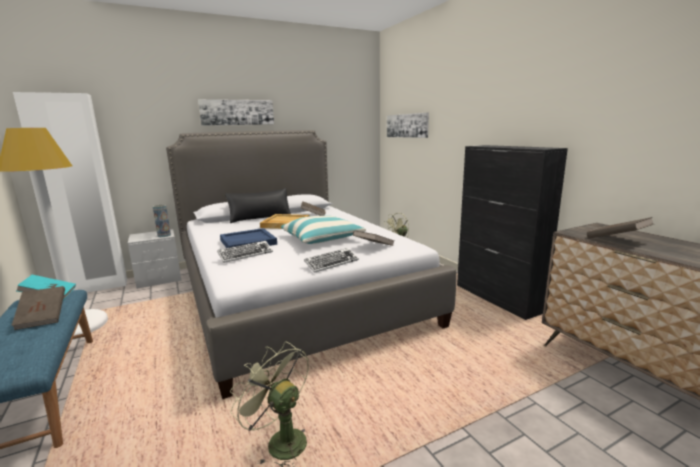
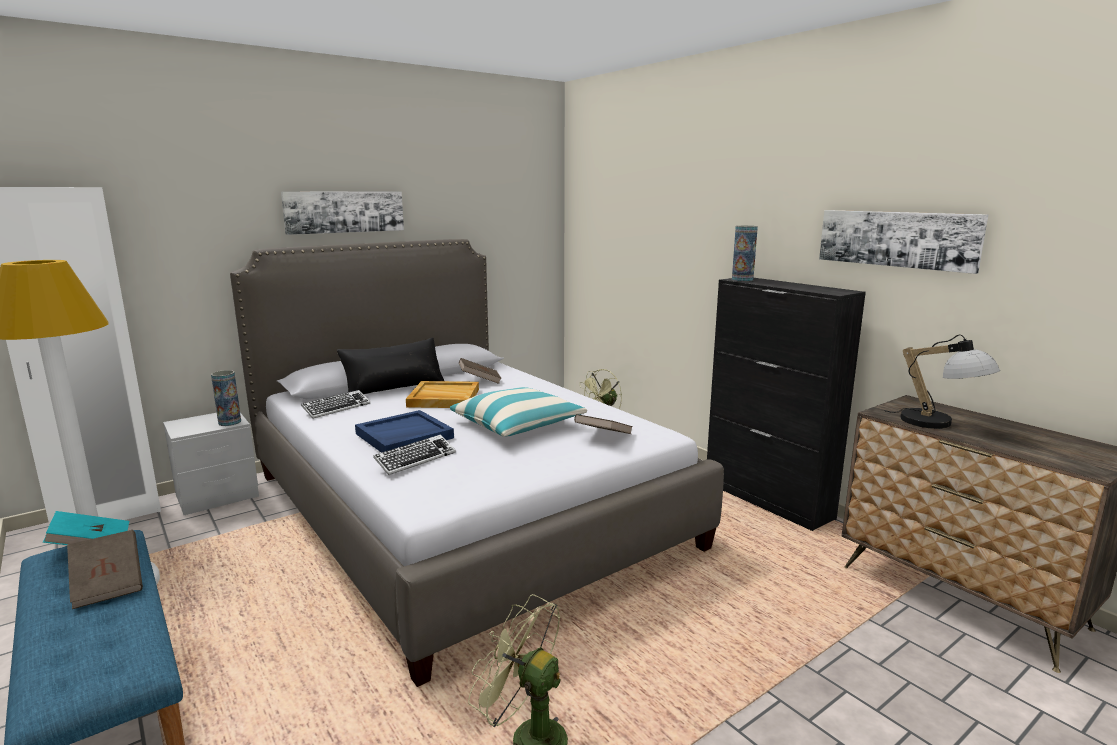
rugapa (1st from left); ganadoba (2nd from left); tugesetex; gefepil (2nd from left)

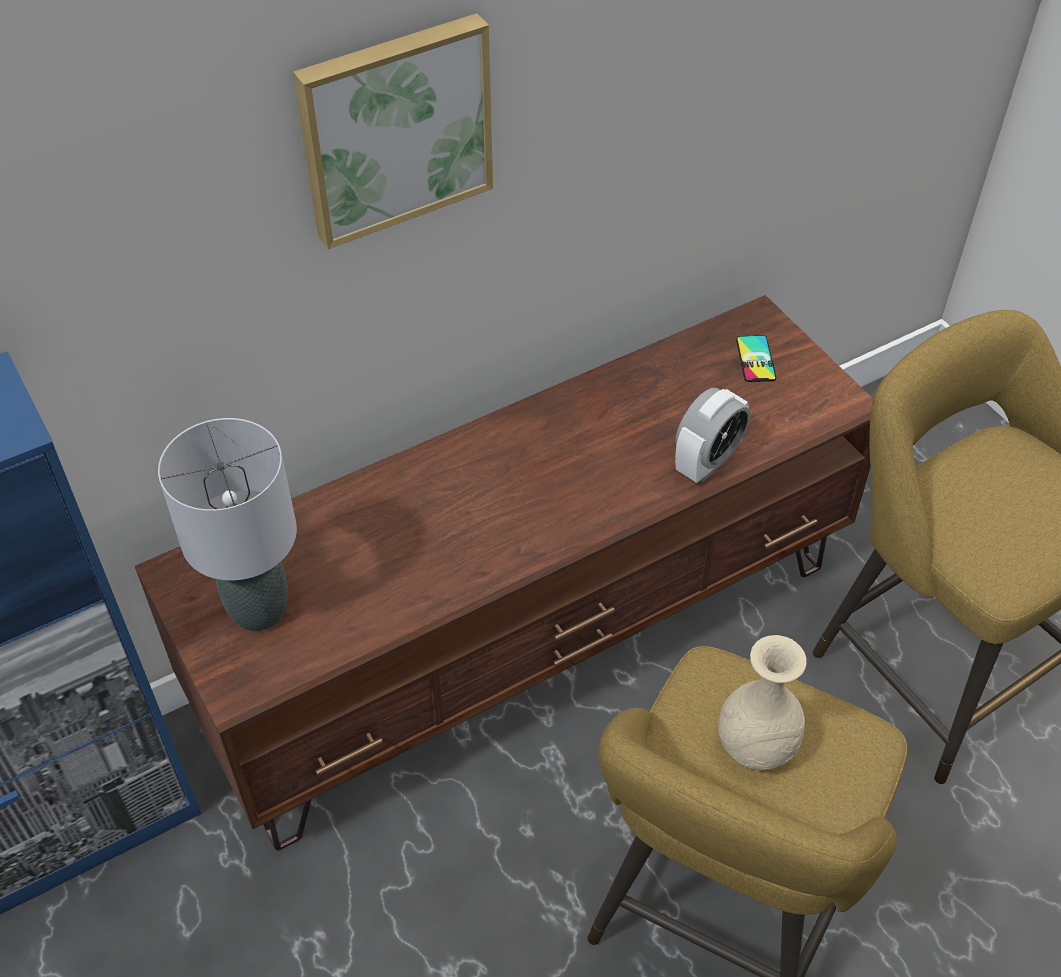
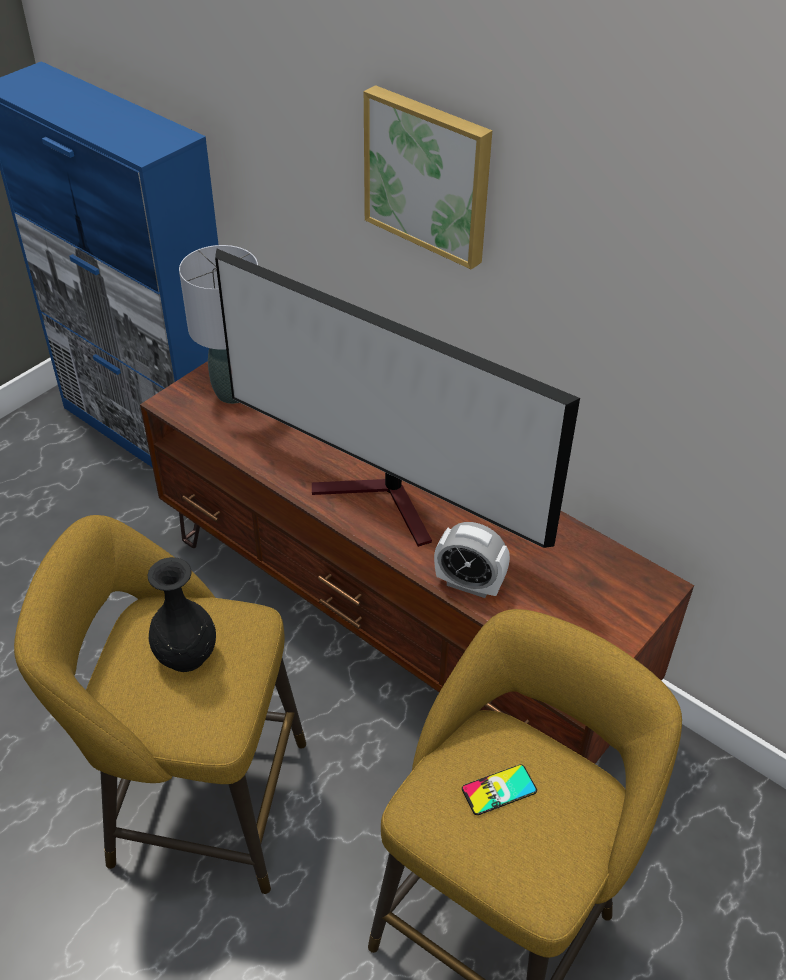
black_gefepil; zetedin; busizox

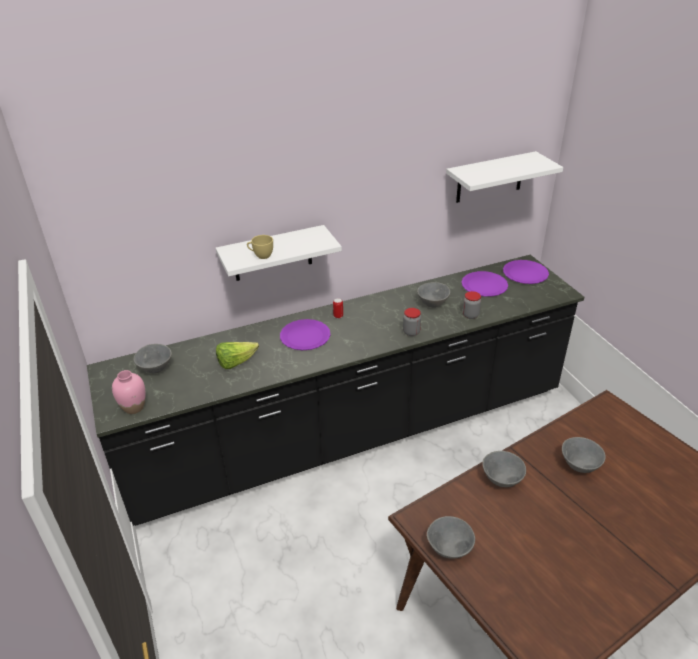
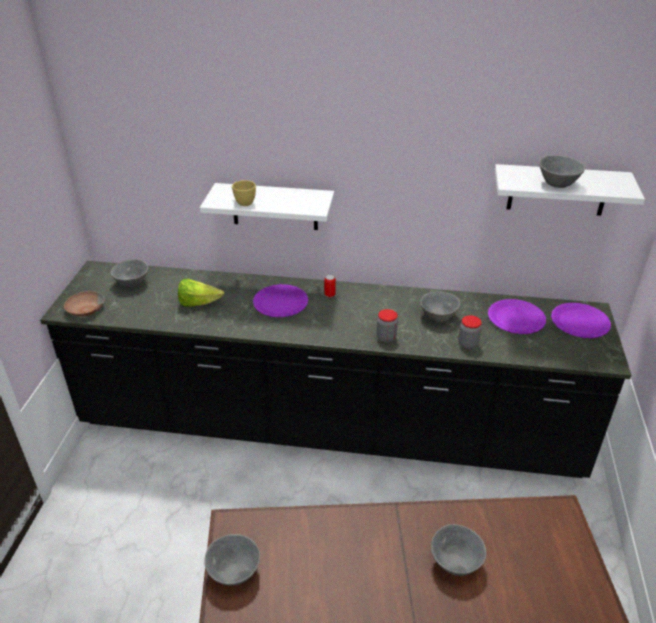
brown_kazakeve; grey_kazakeve (5th from left)

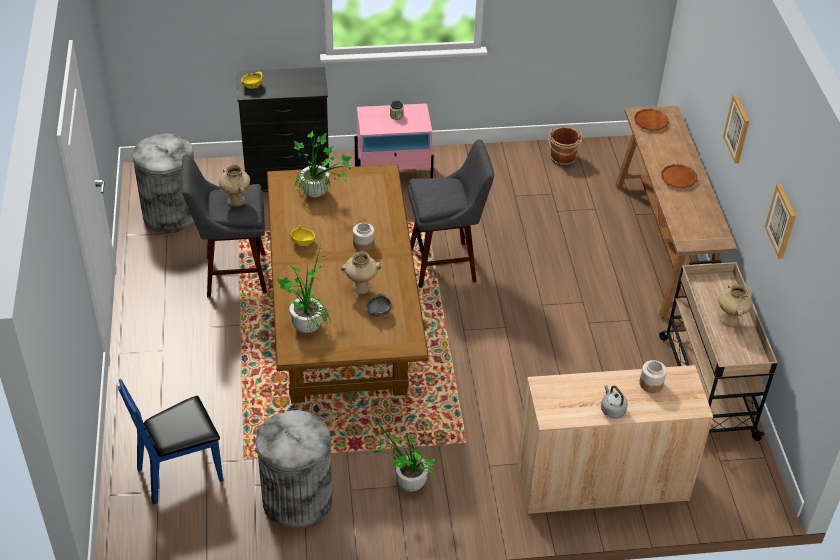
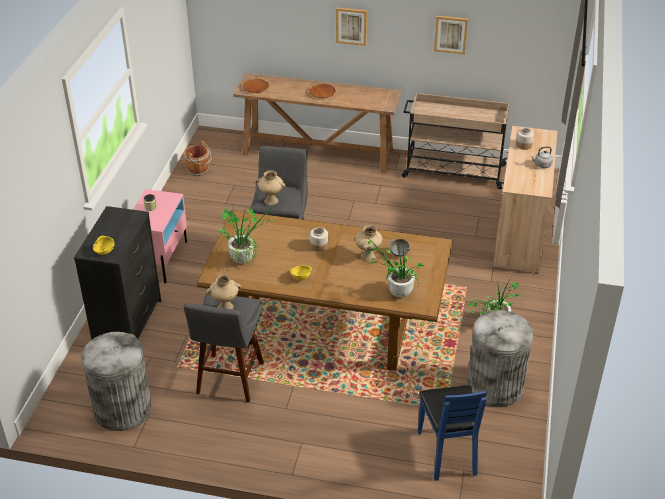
beige_gefepil (2nd from left)

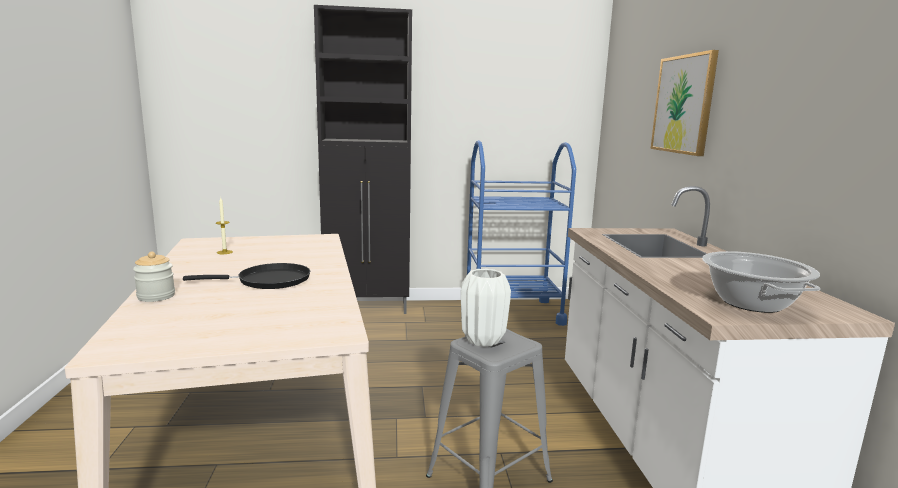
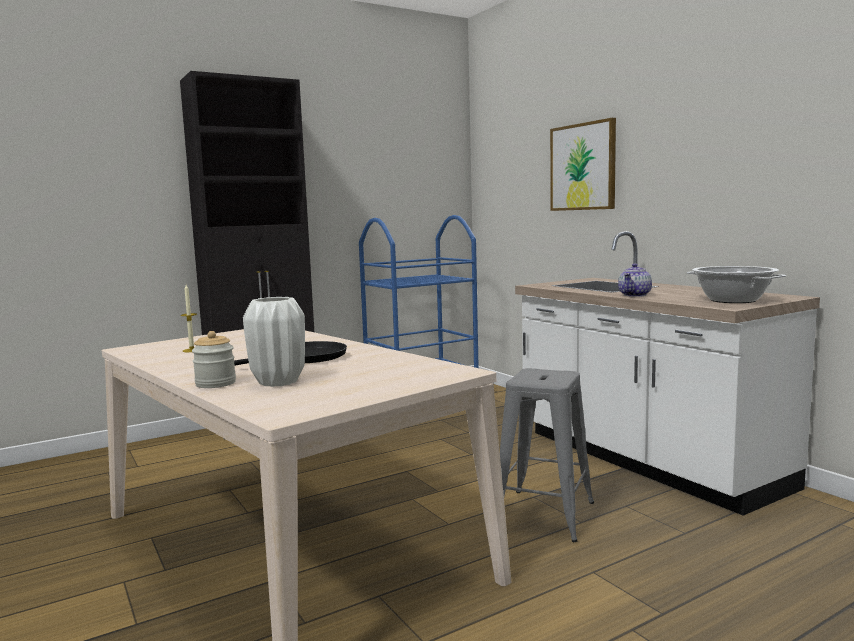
white_gefepil; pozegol

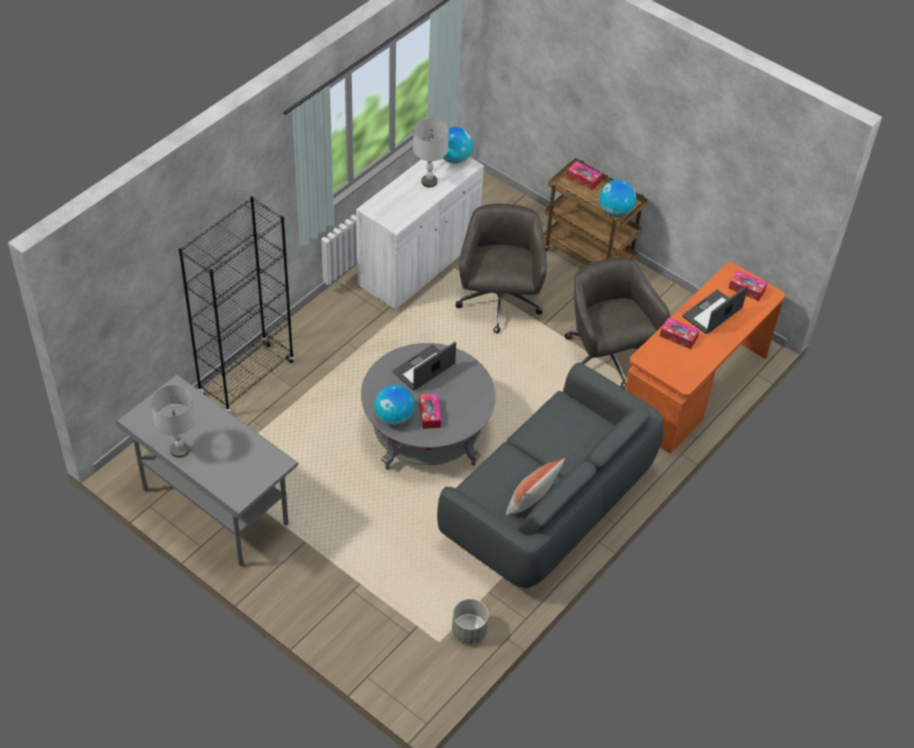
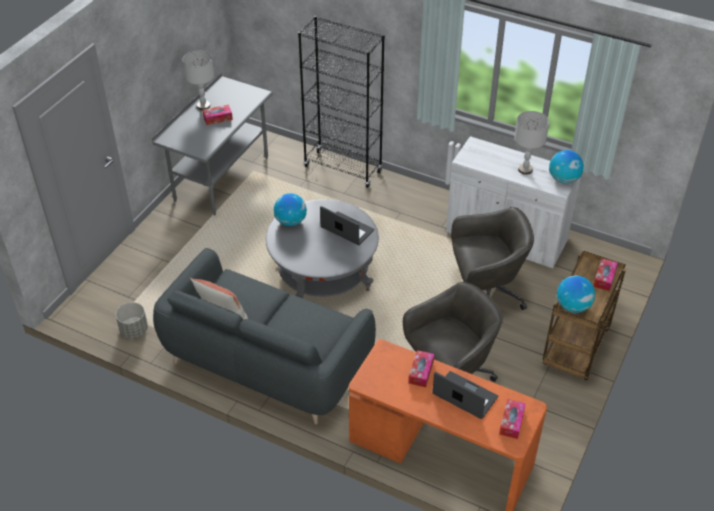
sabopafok (1st from left)

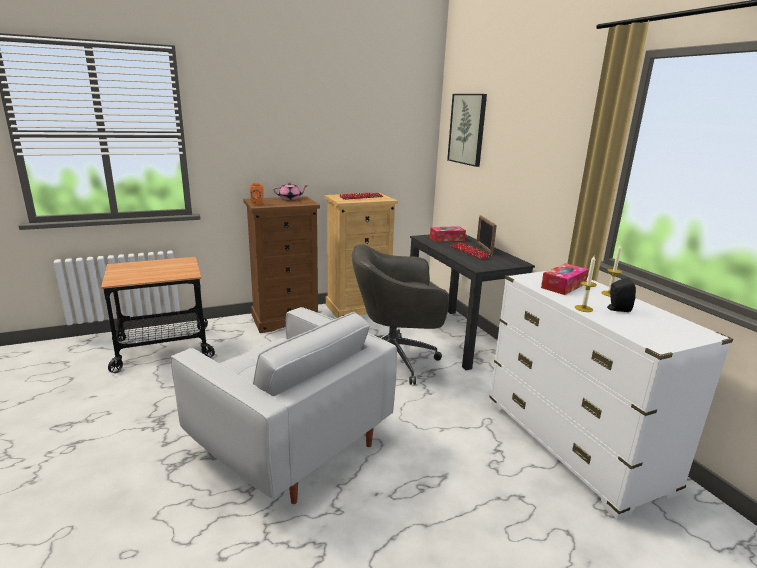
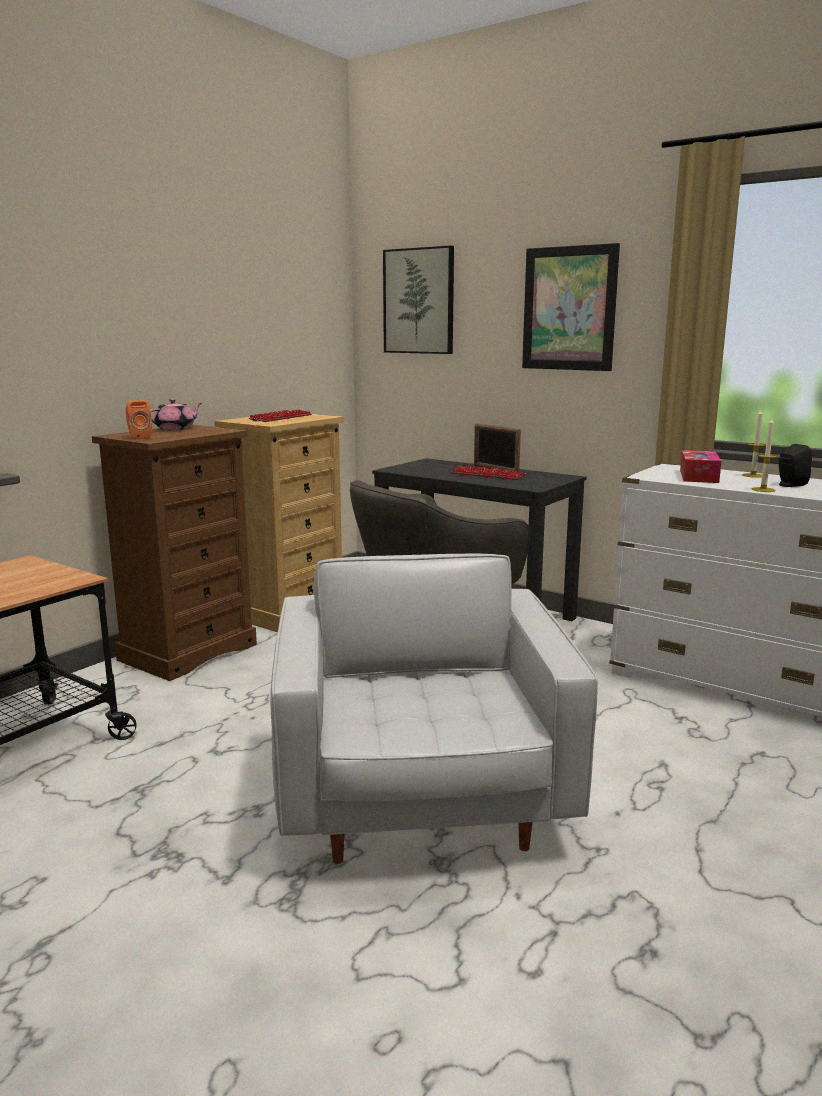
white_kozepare; sabopafok (1st from left in the first image); ganadoba (2nd from left)

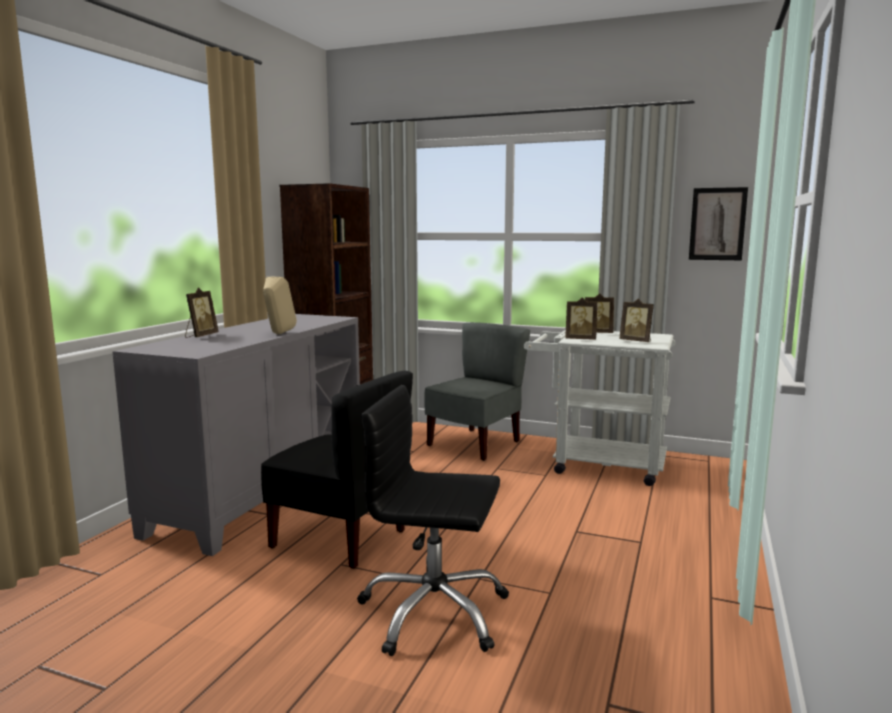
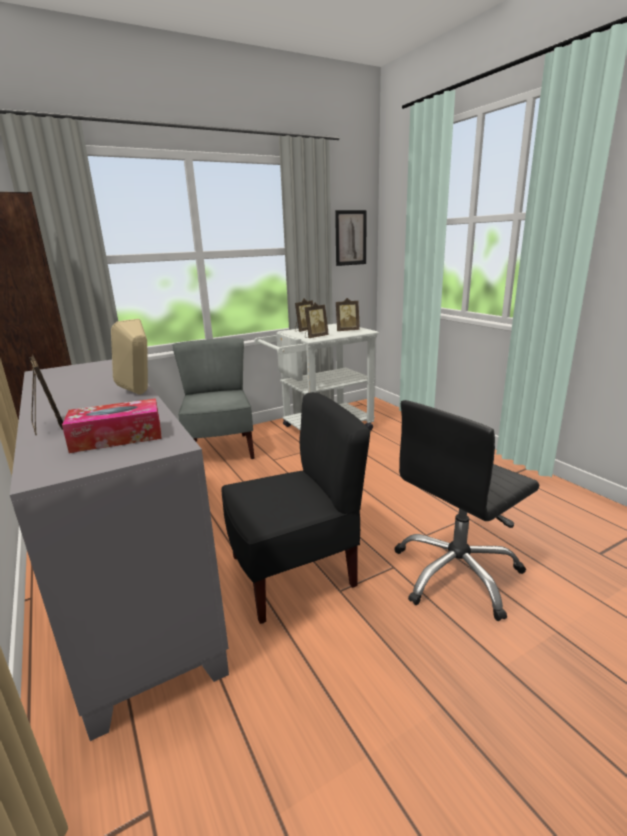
sabopafok

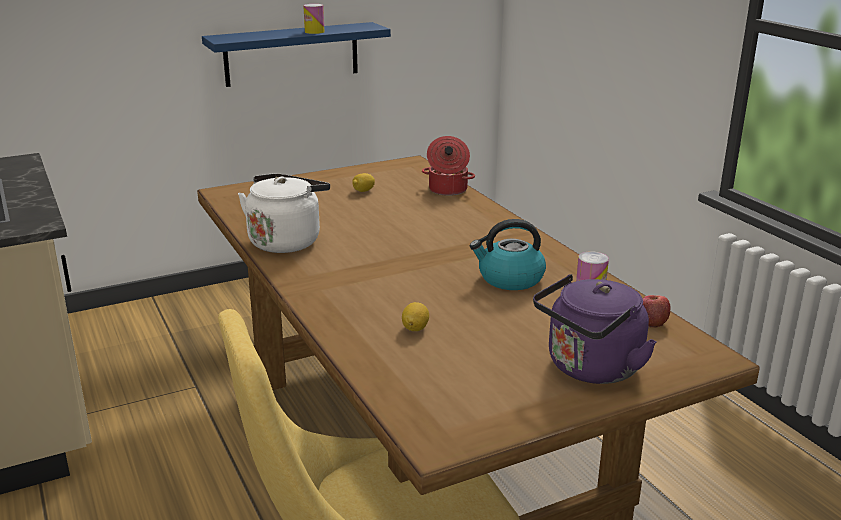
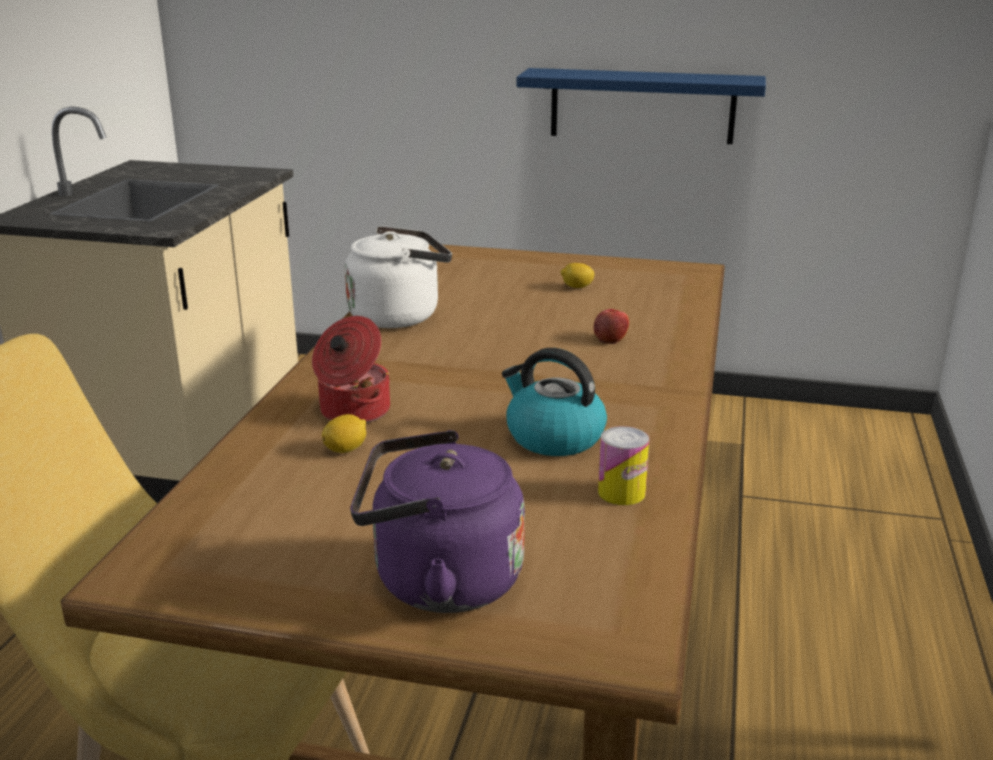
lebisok (1st from left in the first image); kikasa; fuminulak

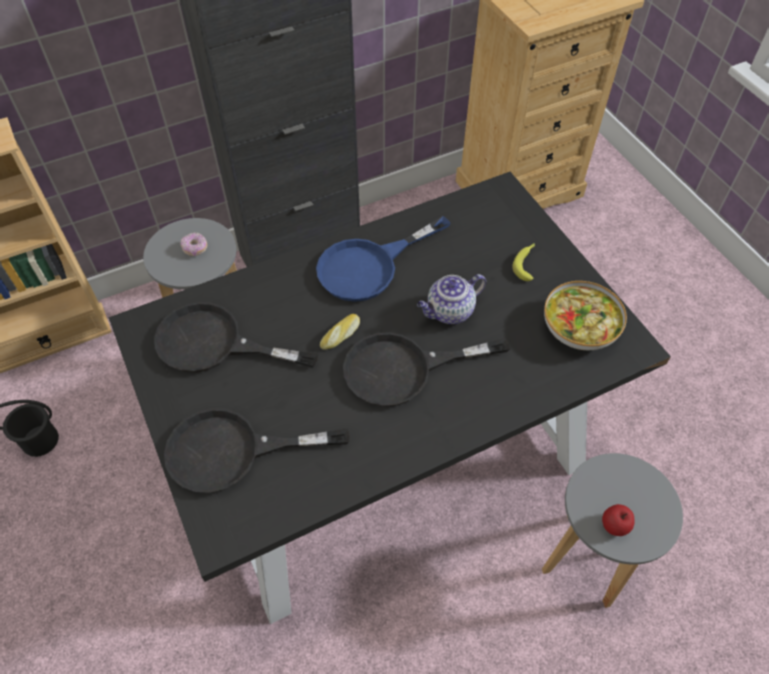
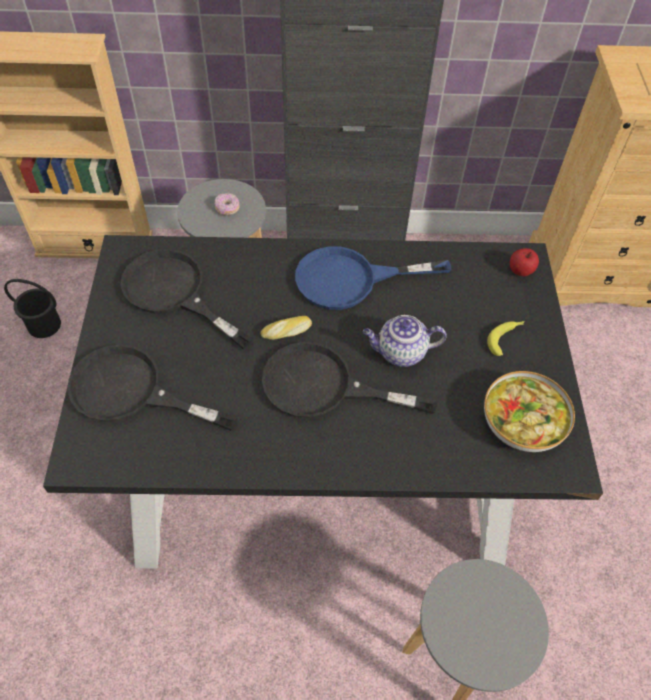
fuminulak

